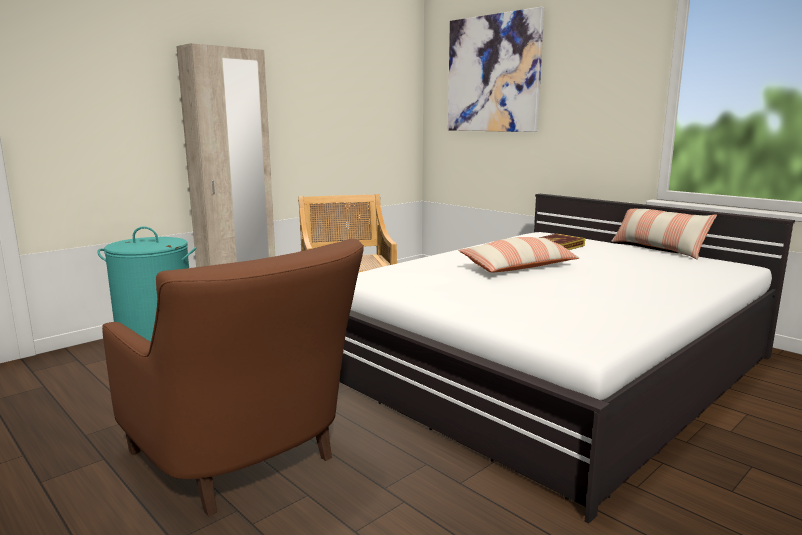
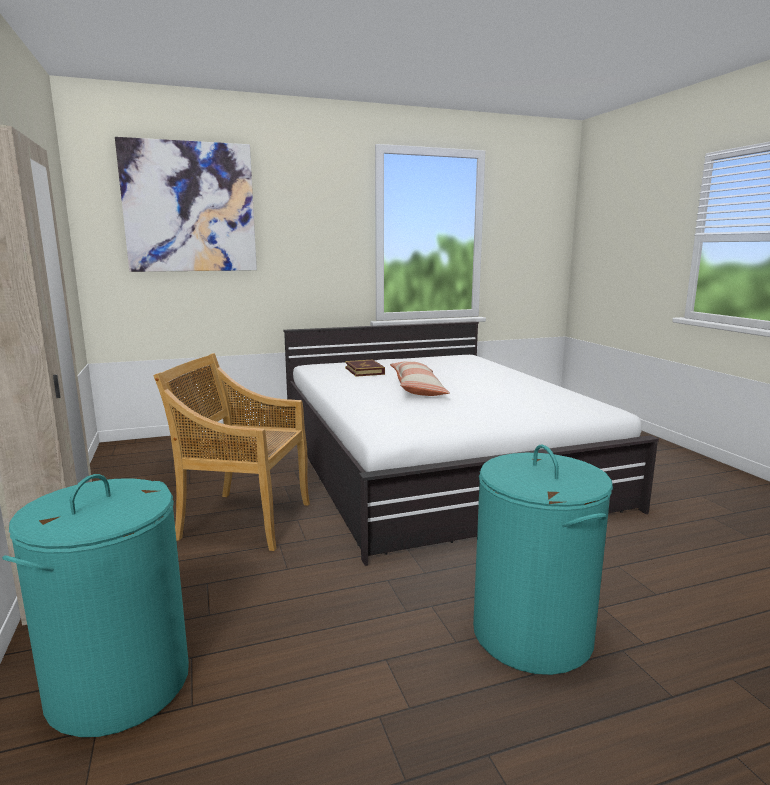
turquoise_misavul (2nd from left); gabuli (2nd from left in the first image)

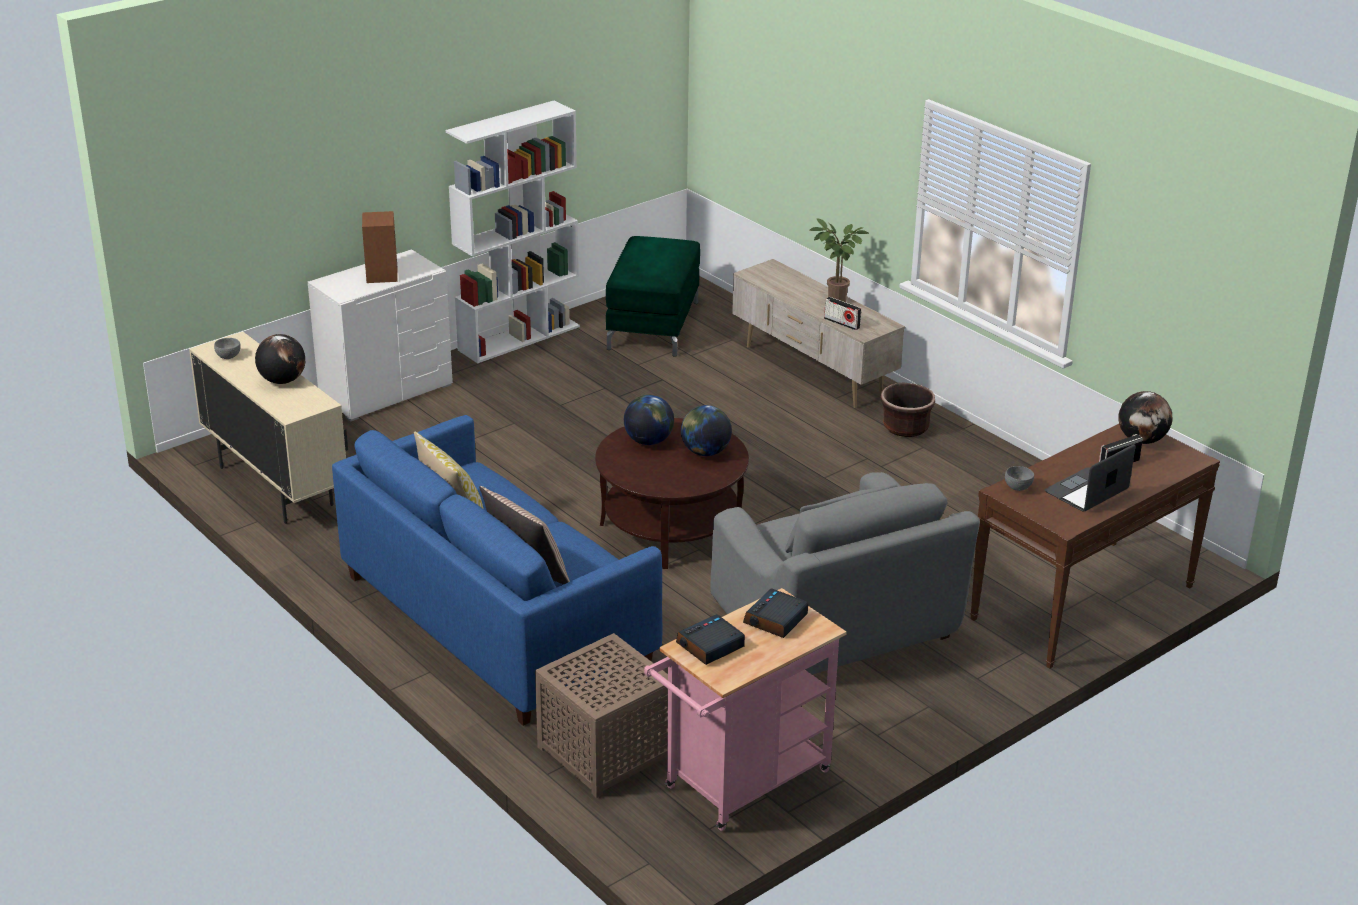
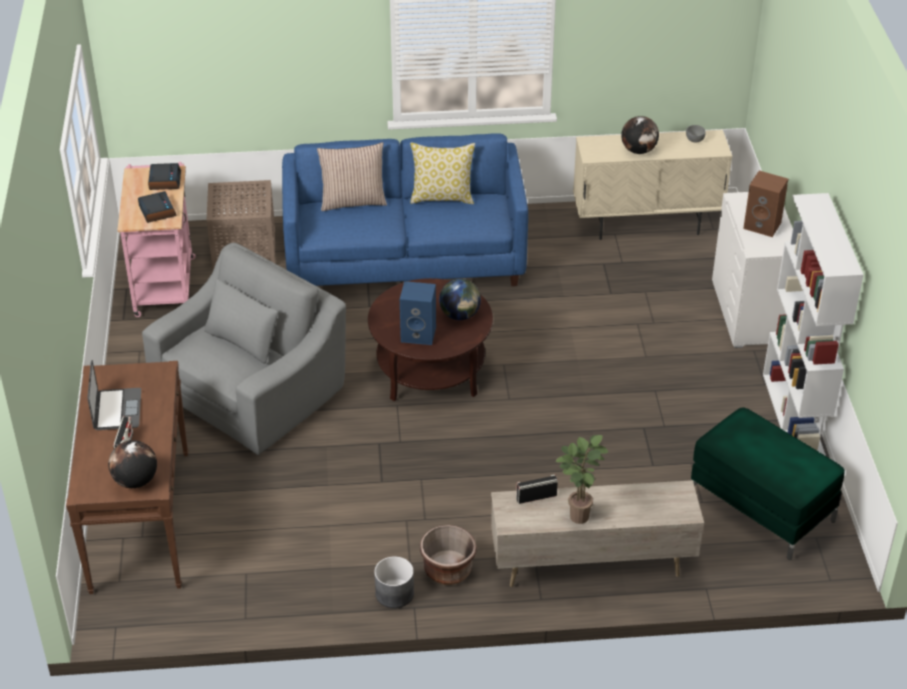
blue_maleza; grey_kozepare; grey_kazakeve (2nd from left in the first image); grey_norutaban

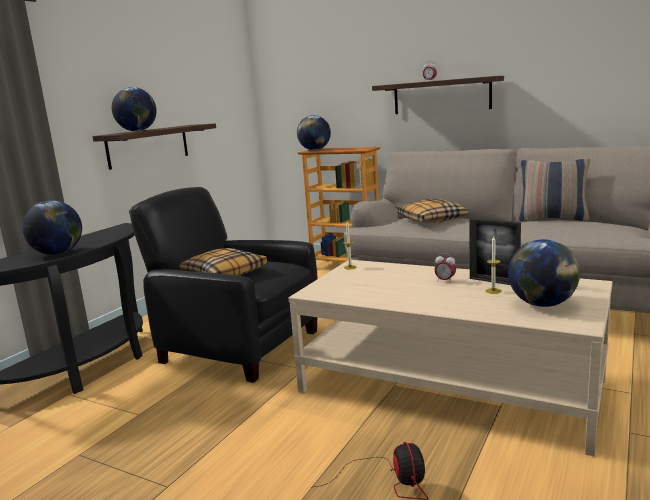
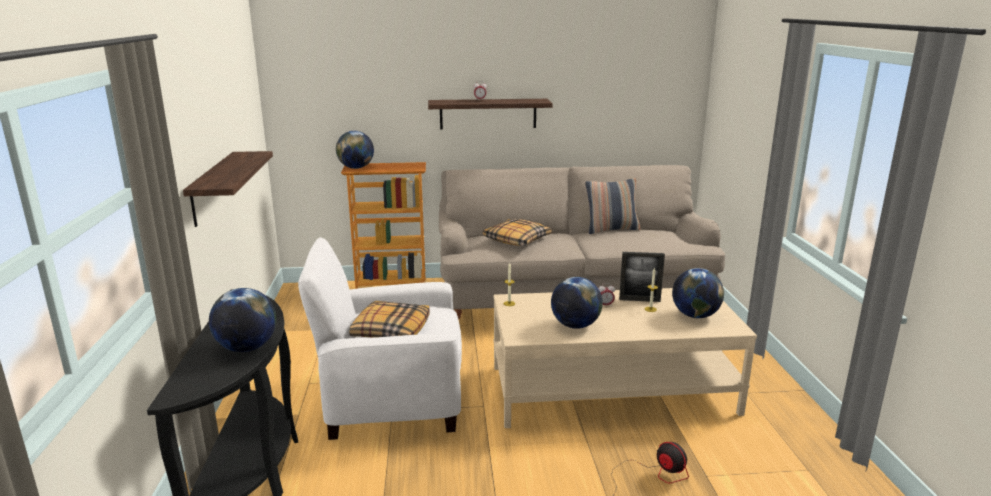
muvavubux (3rd from left); white_kozepare

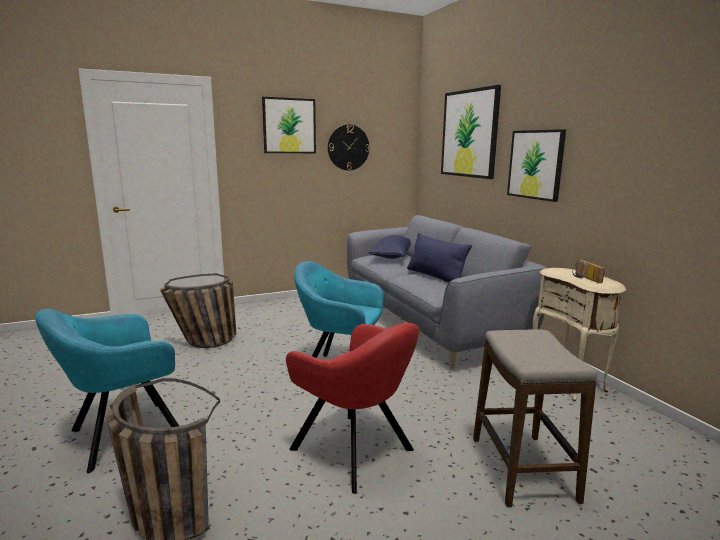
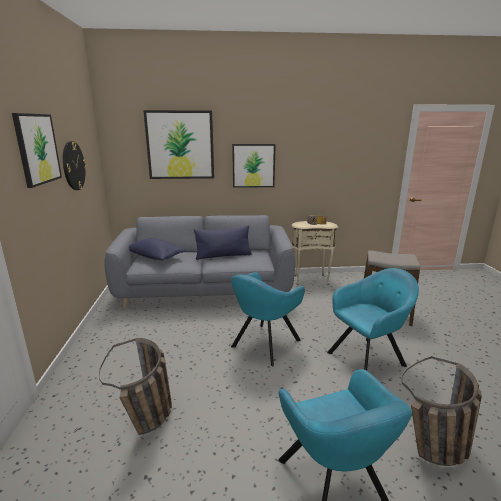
turquoise_kozepare (3rd from left)

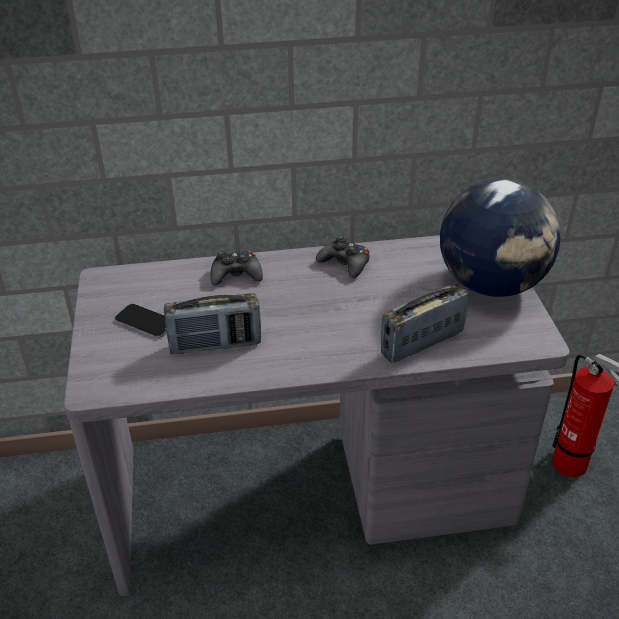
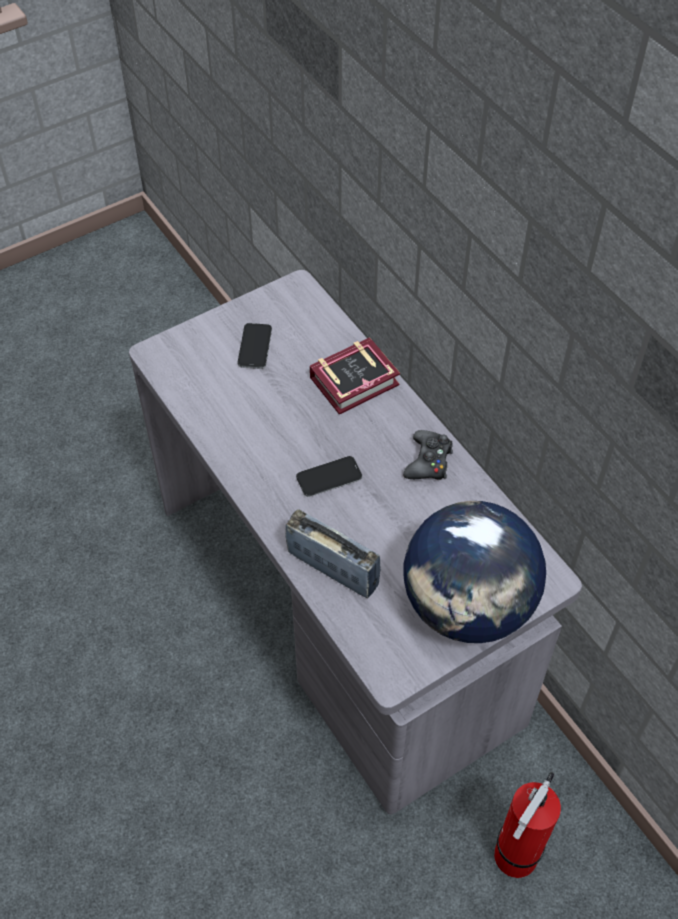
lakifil (1st from left in the first image); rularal; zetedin (2nd from left)

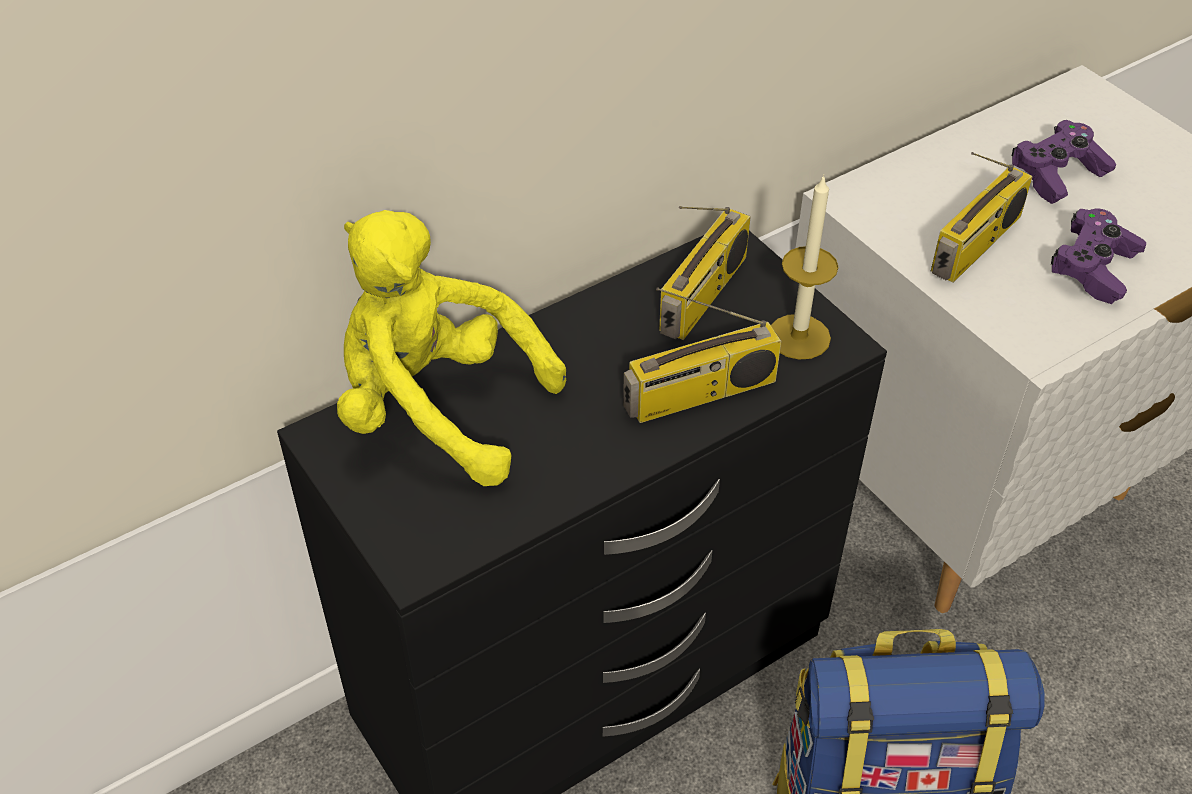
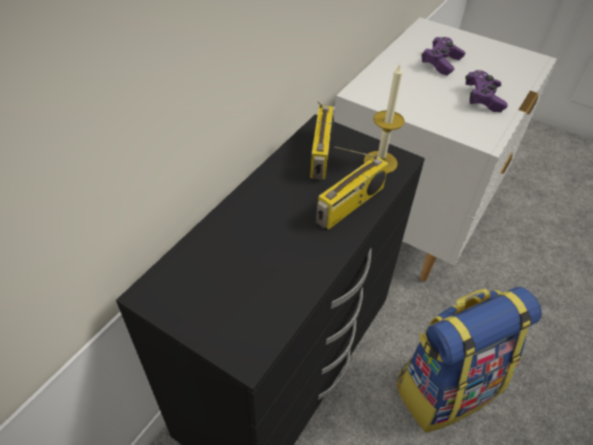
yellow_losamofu; lakifil (3rd from left in the first image)

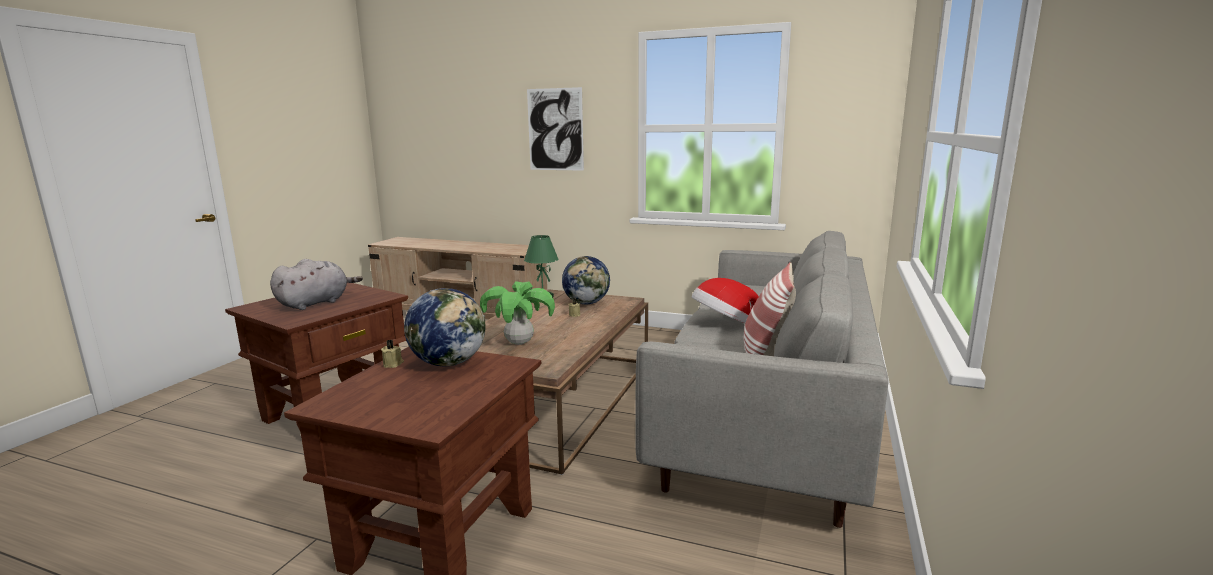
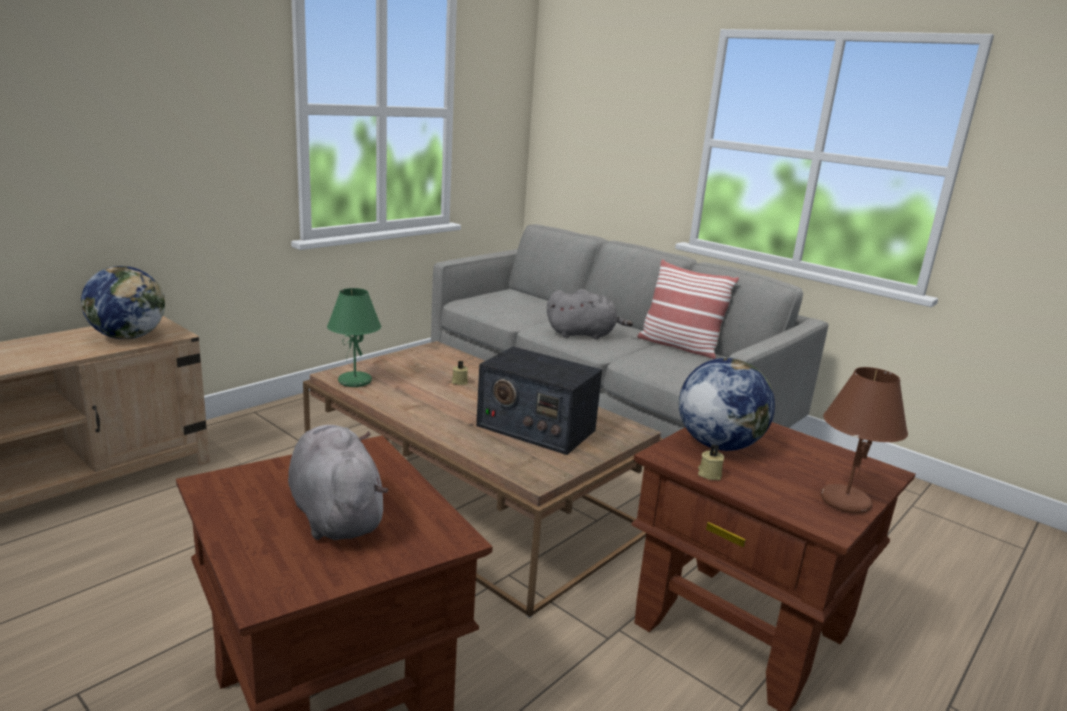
lakifil; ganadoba; muvavubux (1st from left); grey_losamofu (2nd from left); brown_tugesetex

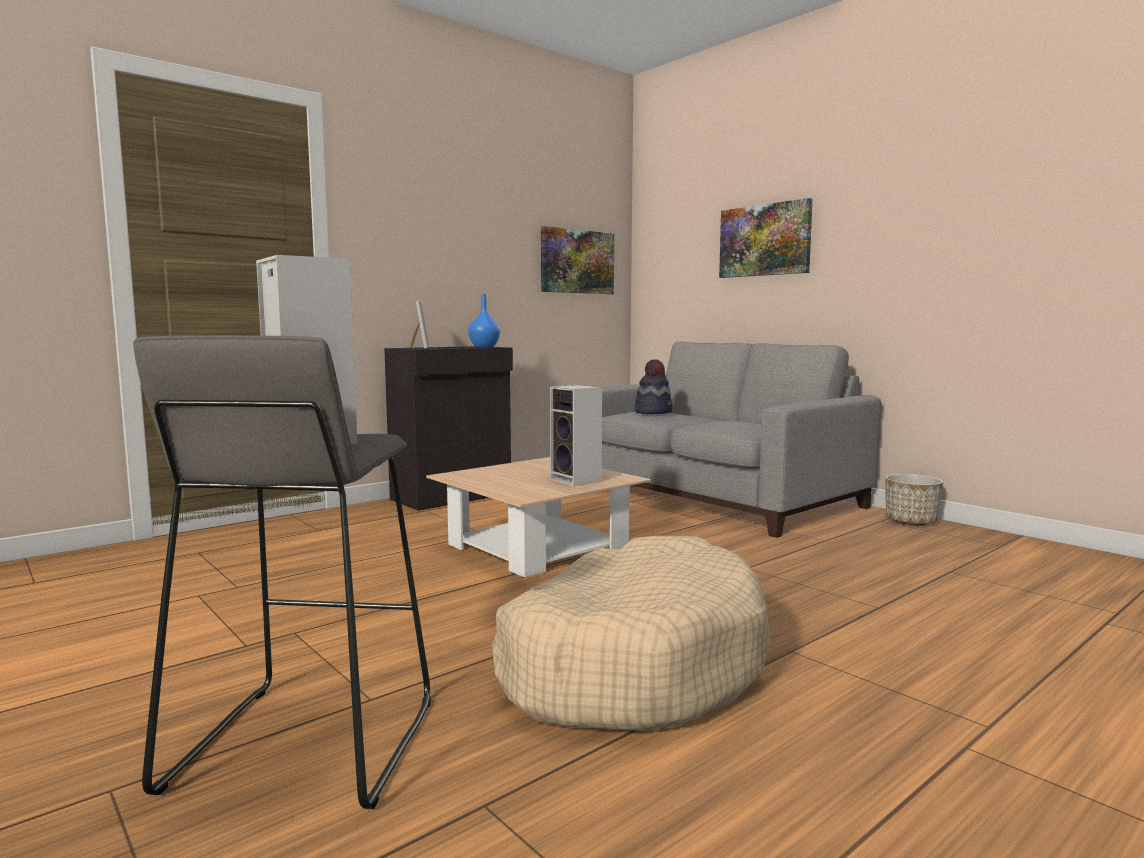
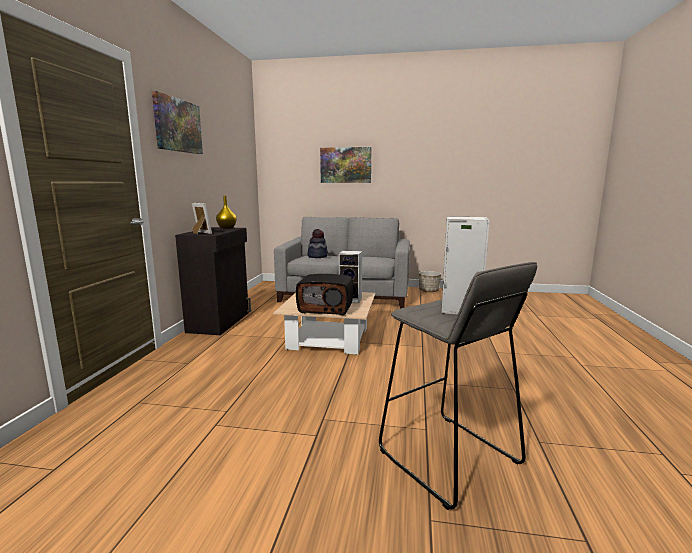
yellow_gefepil; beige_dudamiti; ganadoba (1st from left); lakifil

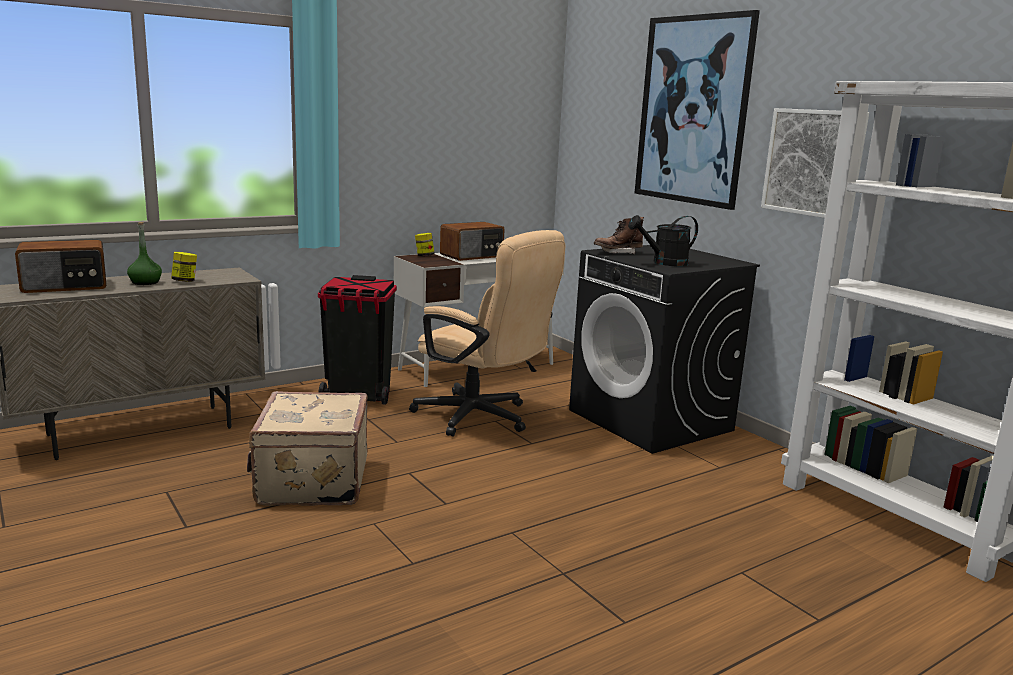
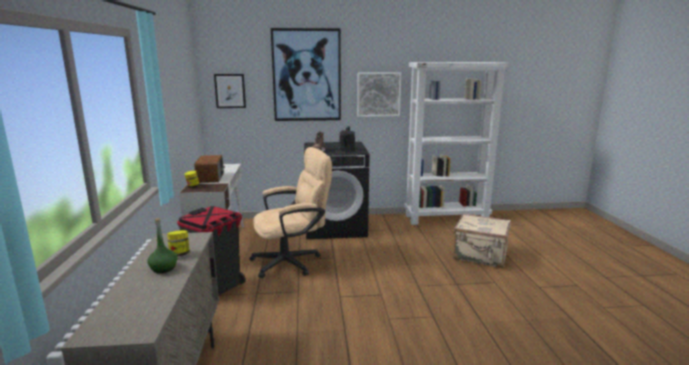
lakifil (1st from left in the first image); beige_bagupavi; ganadoba (1st from left)

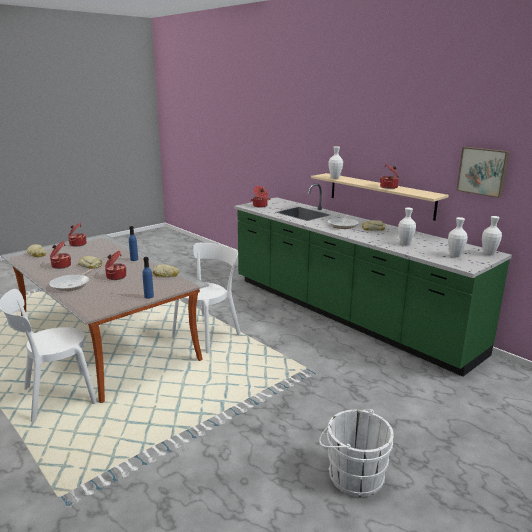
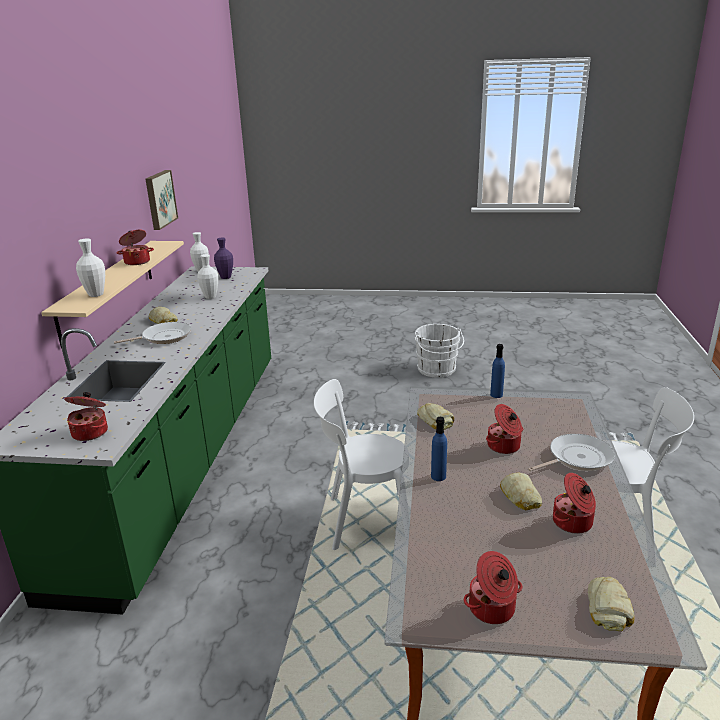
purple_gefepil

